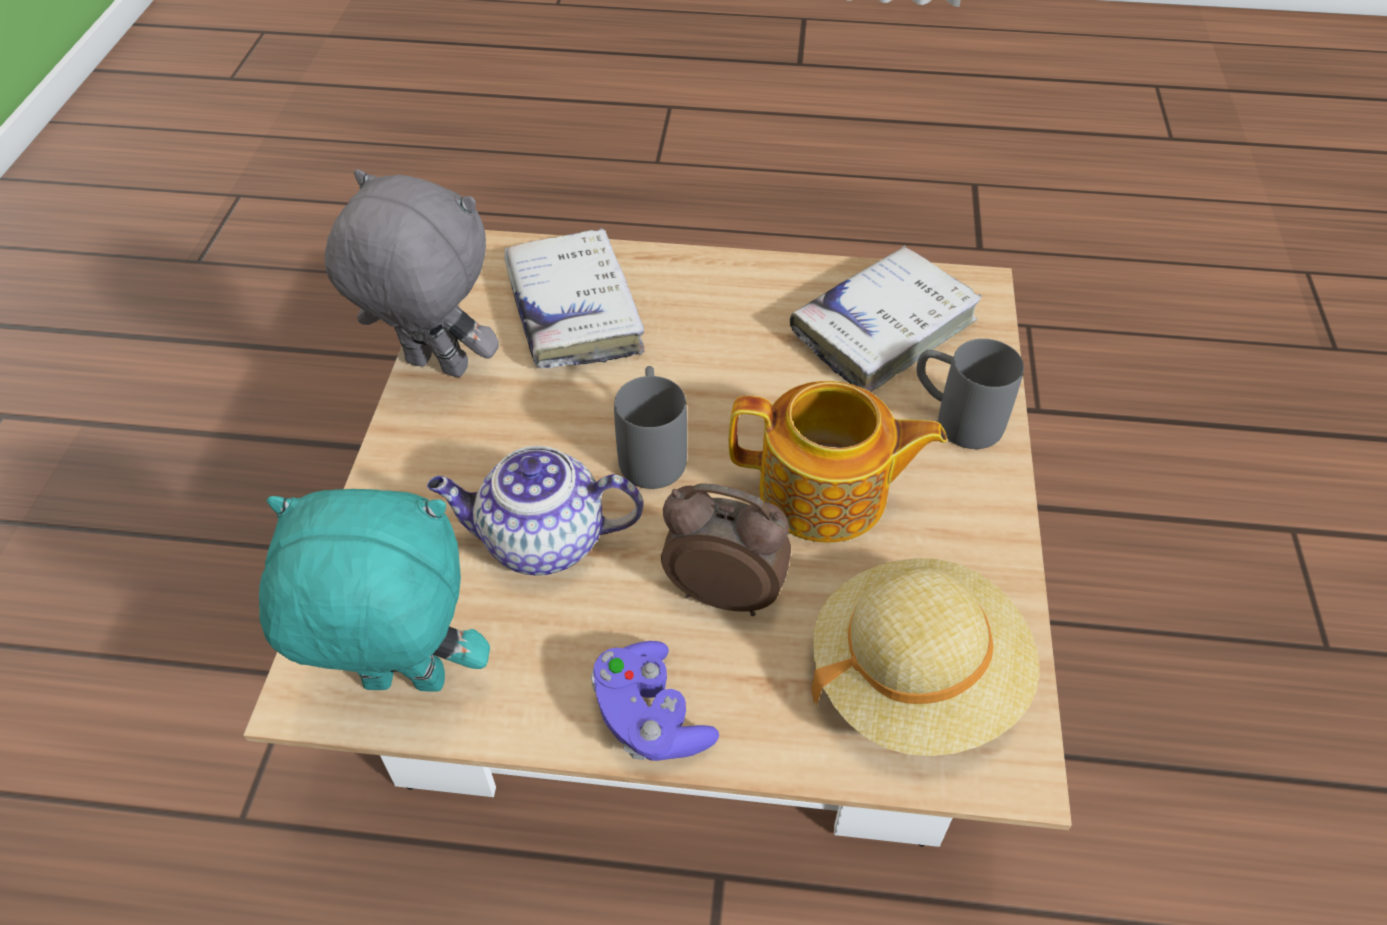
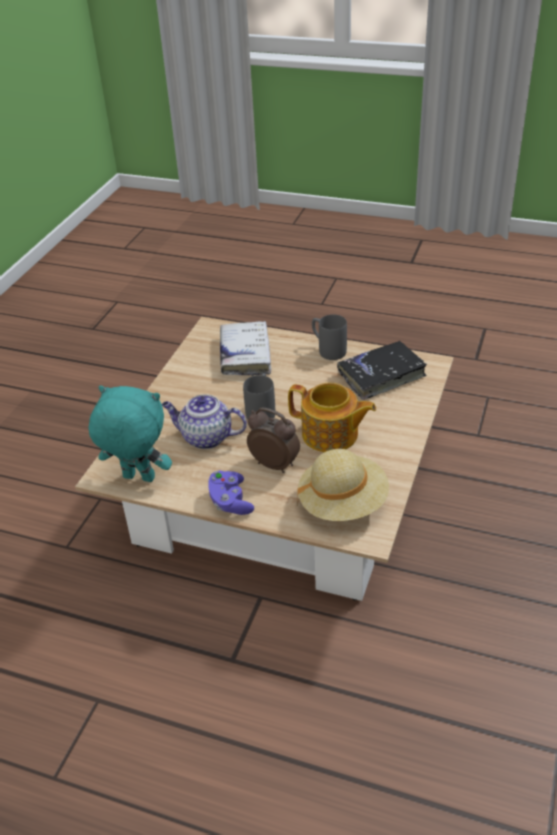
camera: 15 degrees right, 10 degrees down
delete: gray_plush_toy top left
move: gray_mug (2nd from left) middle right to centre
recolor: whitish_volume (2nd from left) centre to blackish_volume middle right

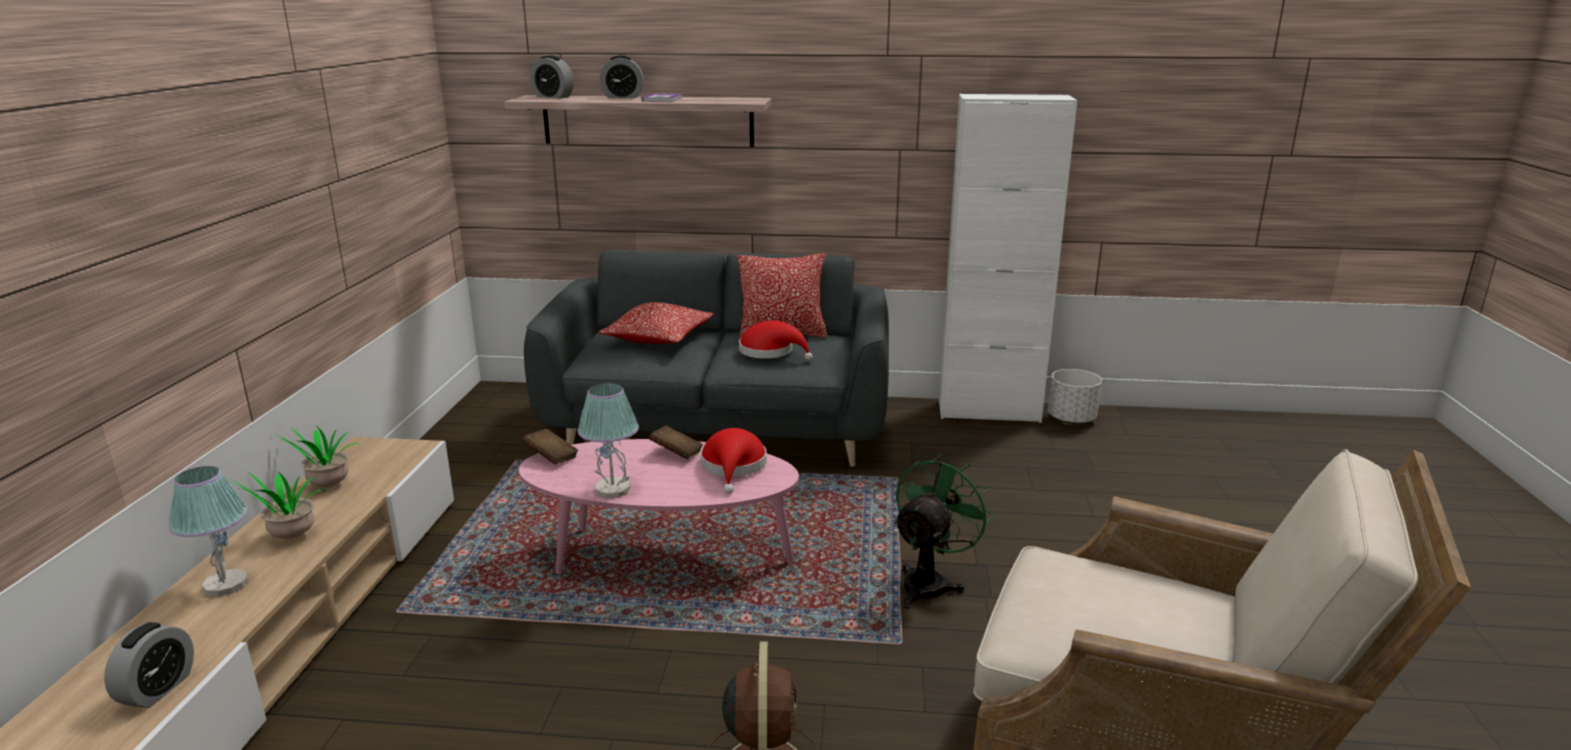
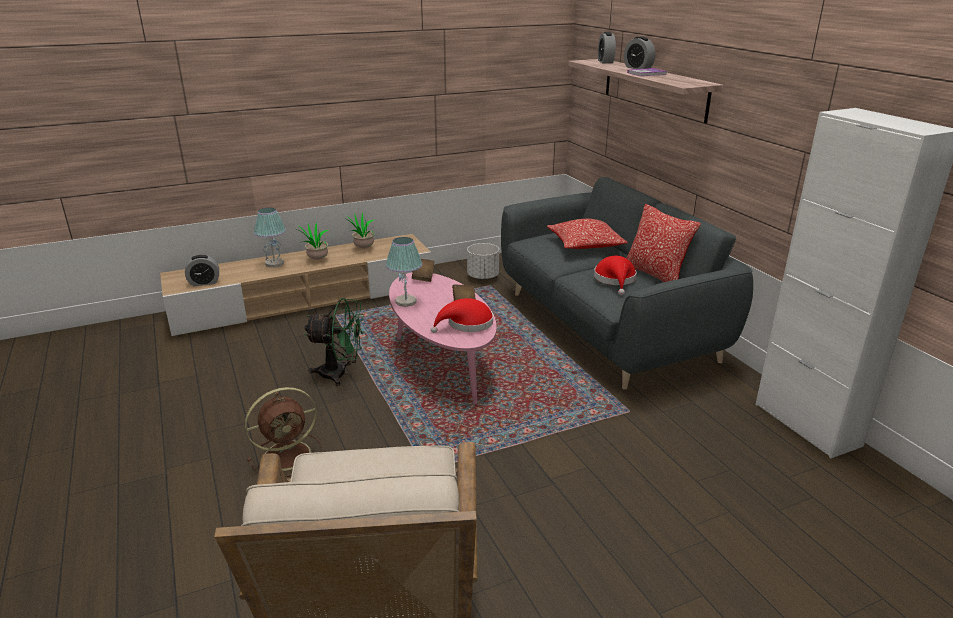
camera: 60 degrees right, 5 degrees up
move: green_cooling_fan bottom centre to centre; whitish_flower_pot middle right to centre

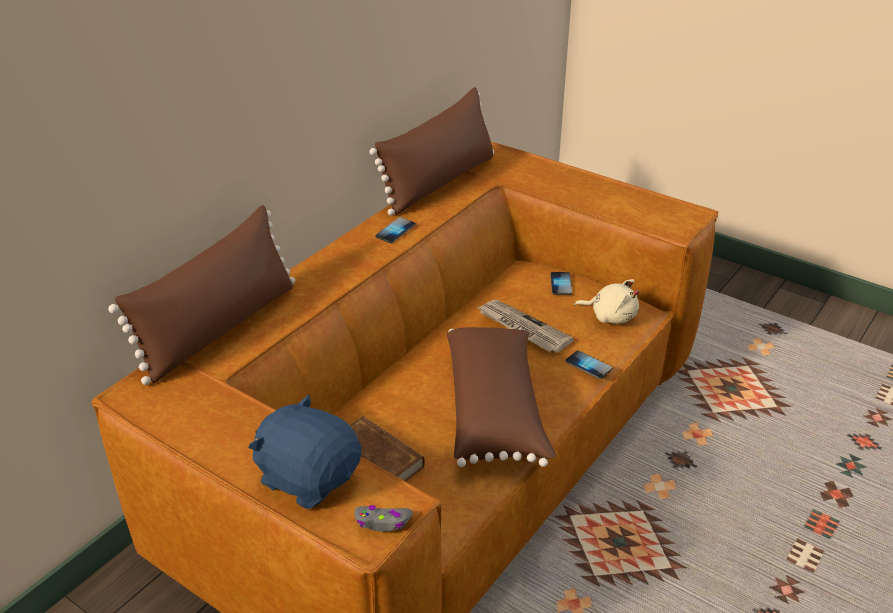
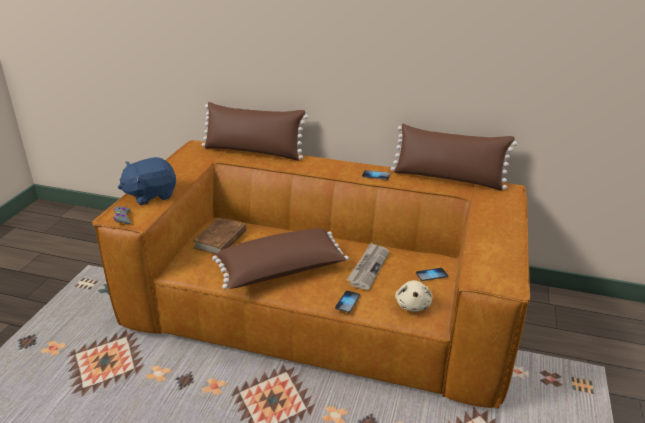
camera: 70 degrees right, 5 degrees down
rotate: blue-coloured_plush_toy bottom centre = middle left 135 degrees counterclockwise

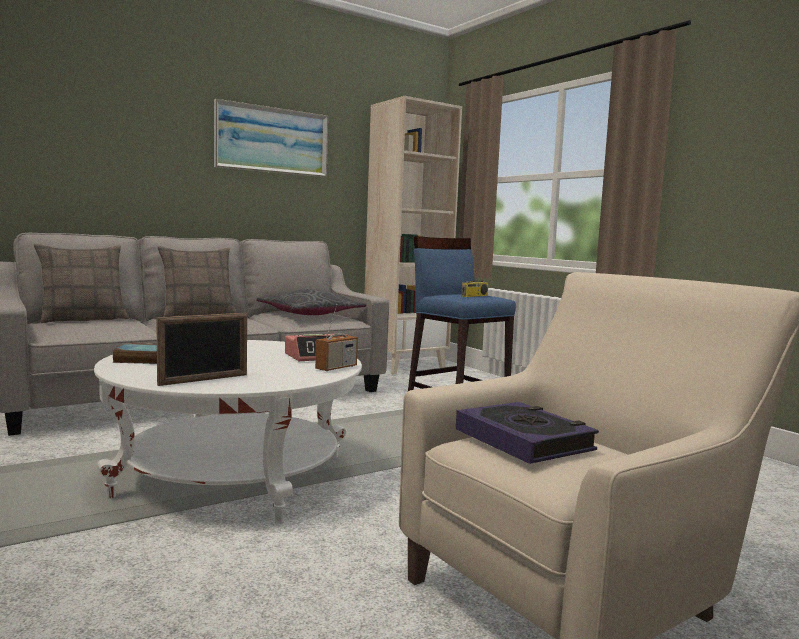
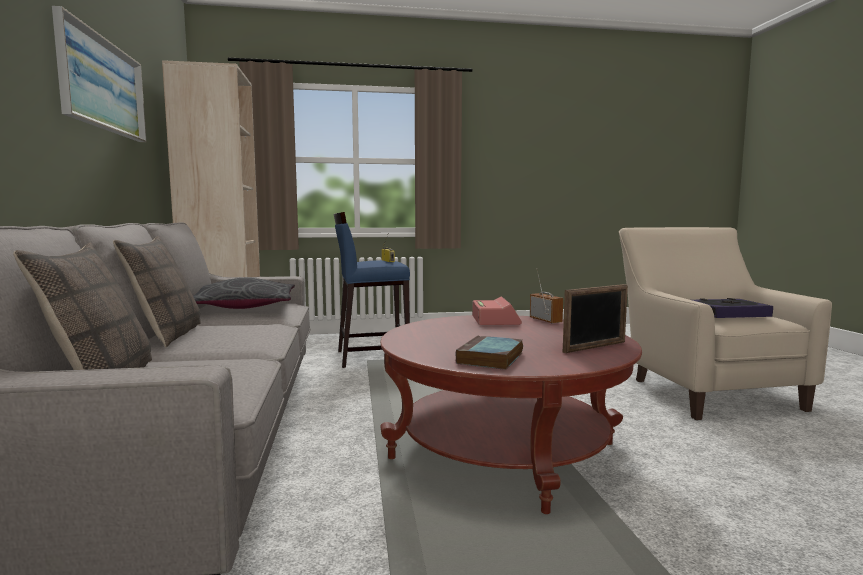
camera: 65 degrees left, 0 degrees up
recolor: whitish_coffee_table bottom left to red_coffee_table bottom centre
rotate: standing_frame middle left = middle right 75 degrees clockwise

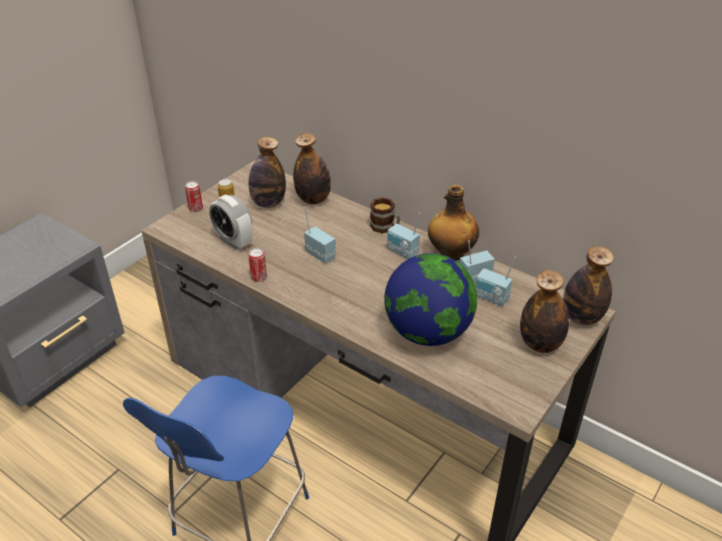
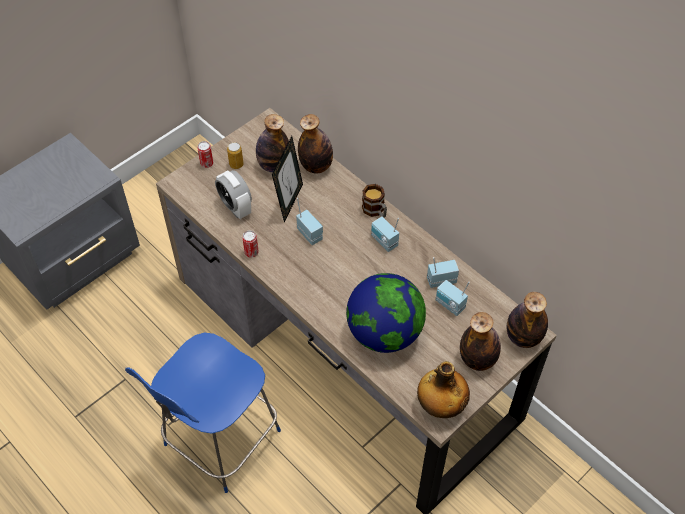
camera: 10 degrees right, 15 degrees up
insert: standing_frame centre
move: beverage_bottle (3rd from left) centre to bottom centre

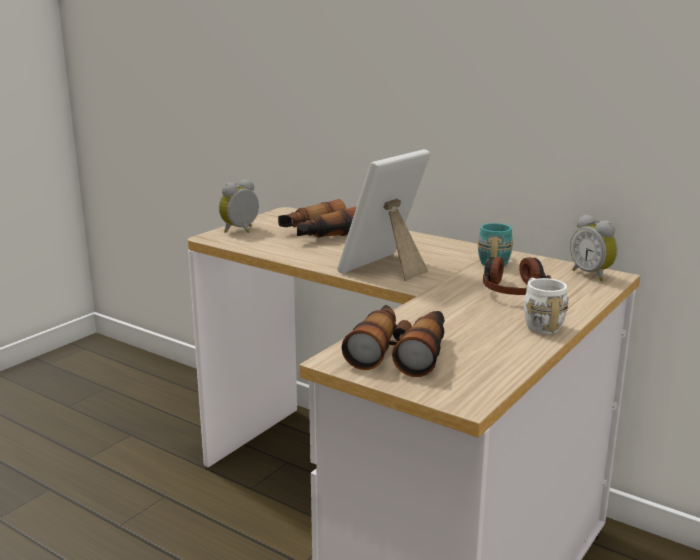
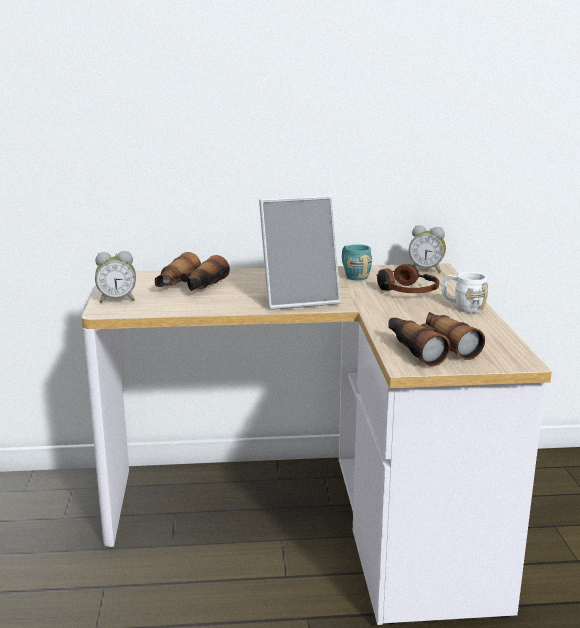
camera: 40 degrees left, 0 degrees up
rotate: alarm_clock (1st from left) centre = middle left 105 degrees counterclockwise; standing_frame centre = centre 105 degrees counterclockwise

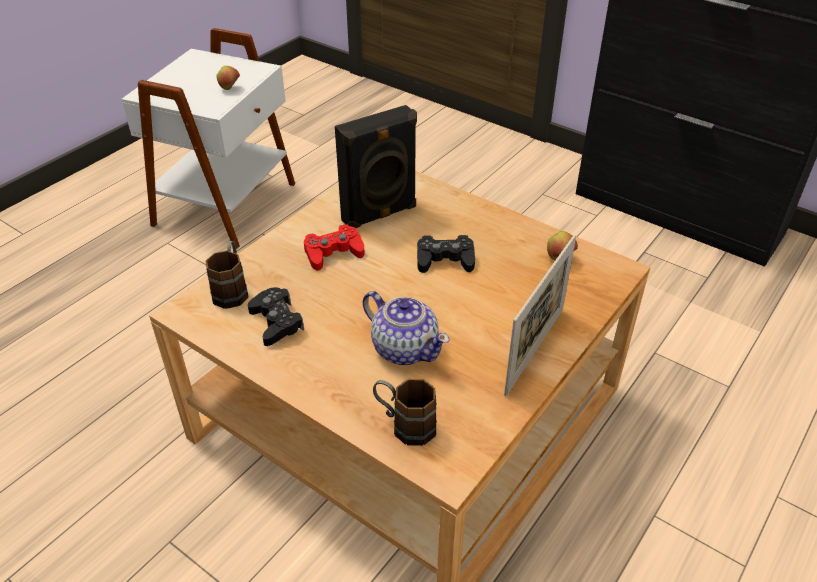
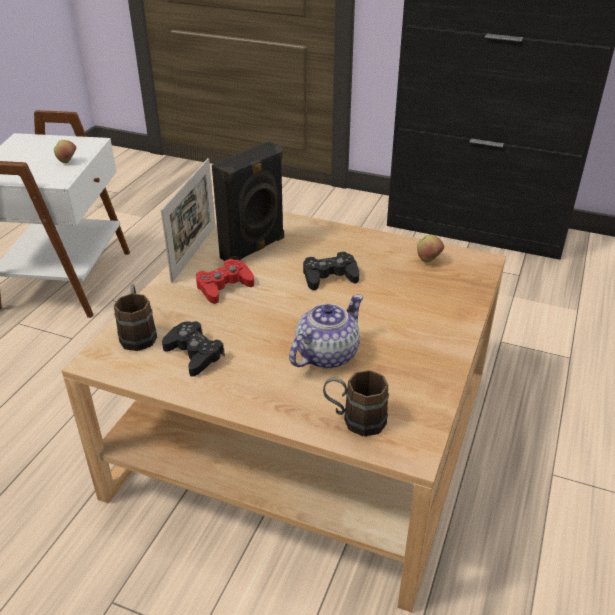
camera: 15 degrees left, 5 degrees down
move: standing_frame centre to middle left
rotate: pot_for_tea centre = centre 75 degrees counterclockwise

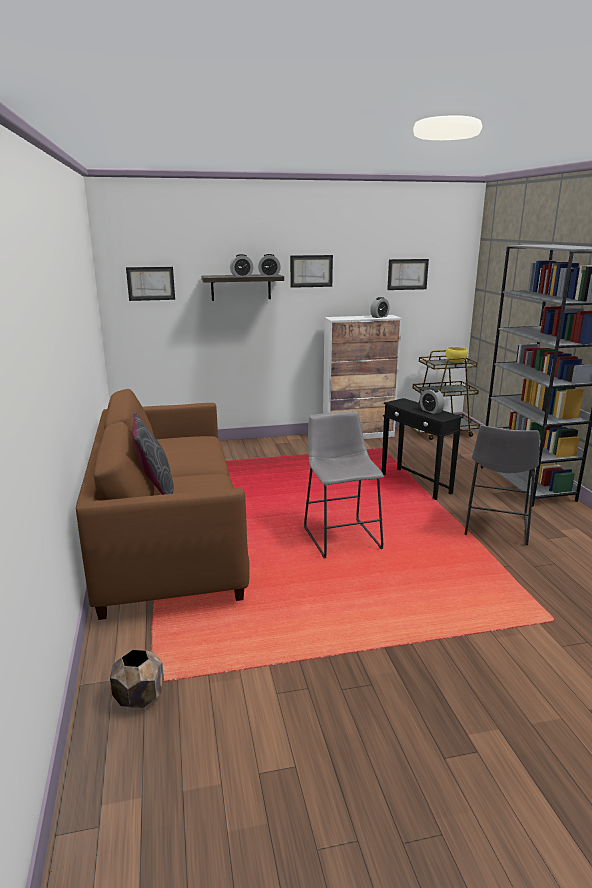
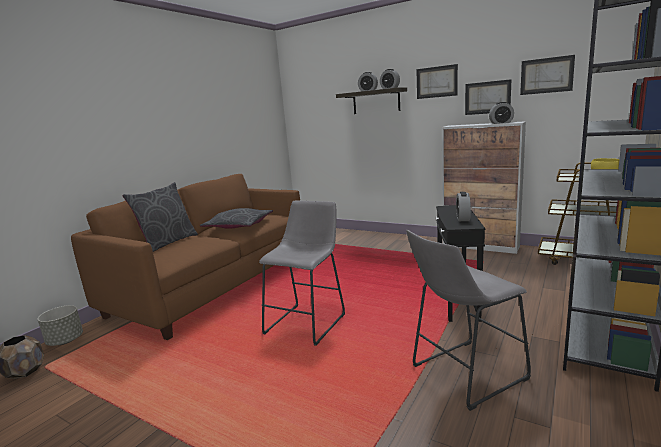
camera: 45 degrees right, 5 degrees down
insert: gray_flower_pot bottom left; gray_cushion (2nd from left) centre
move: picture (1st from left in the first image) top left to picture (2nd from left) top right

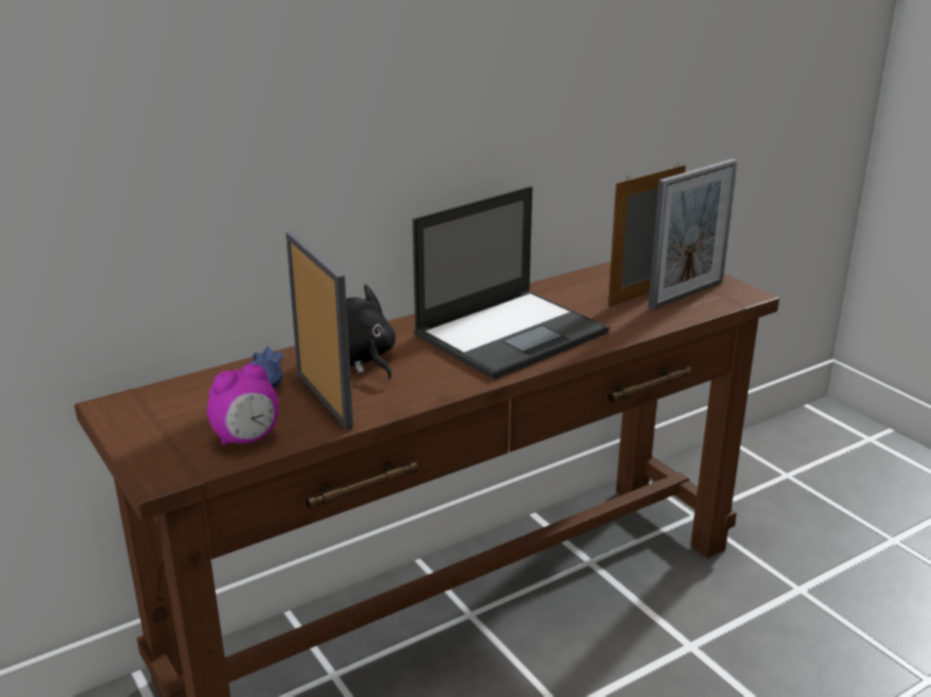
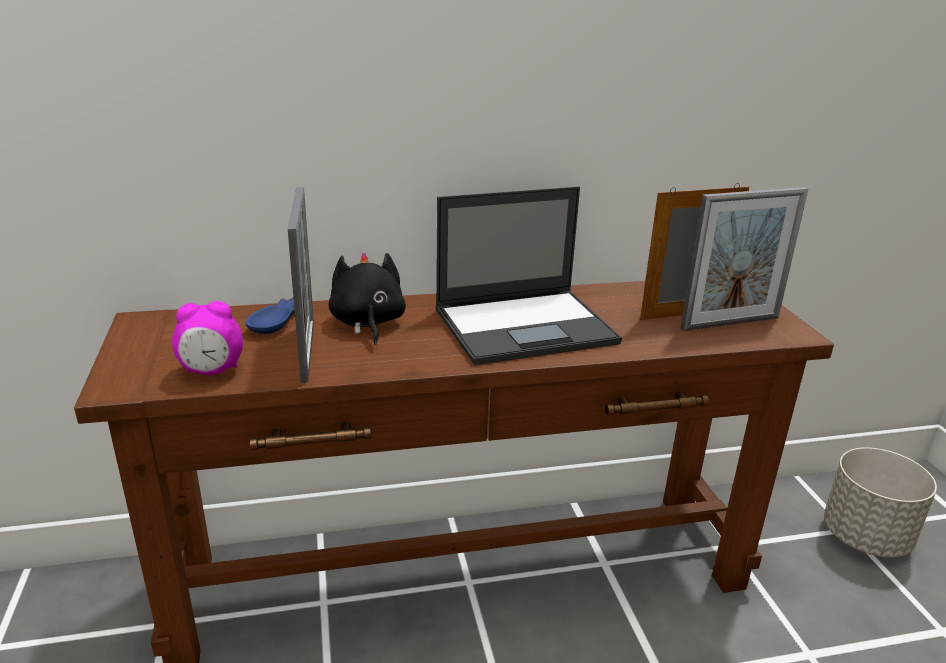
camera: 20 degrees right, 0 degrees up
insert: gray_flower_pot bottom right

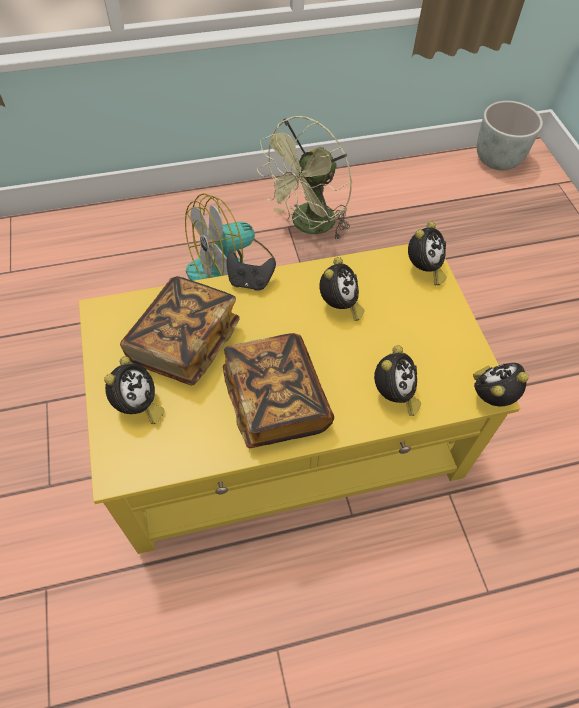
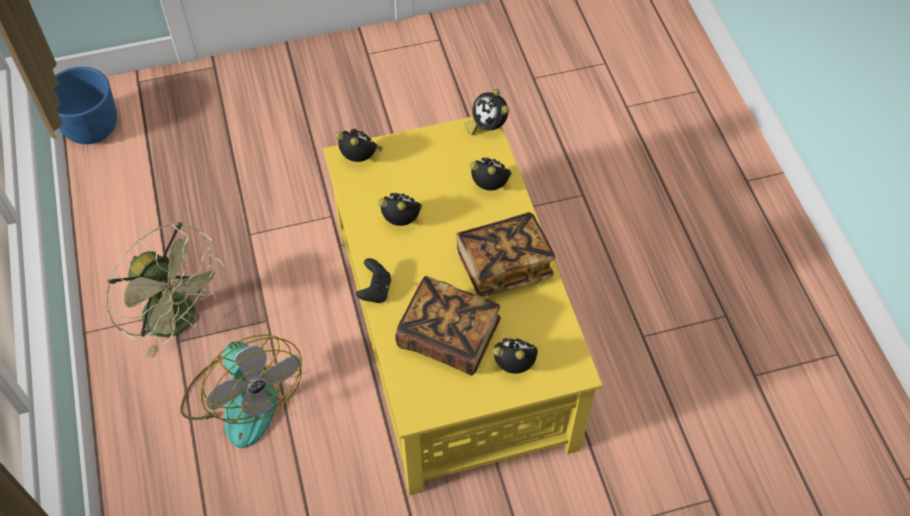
camera: 90 degrees left, 0 degrees up
recolor: gray_flower_pot top right to blue-coloured_flower_pot top left

